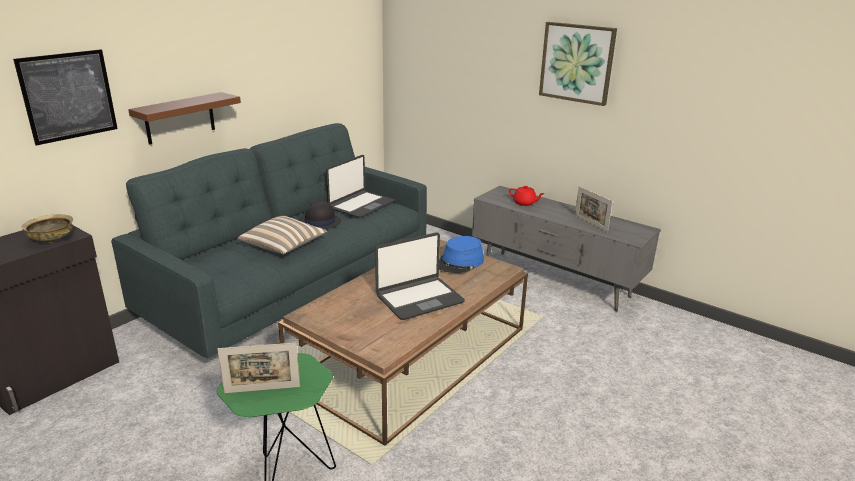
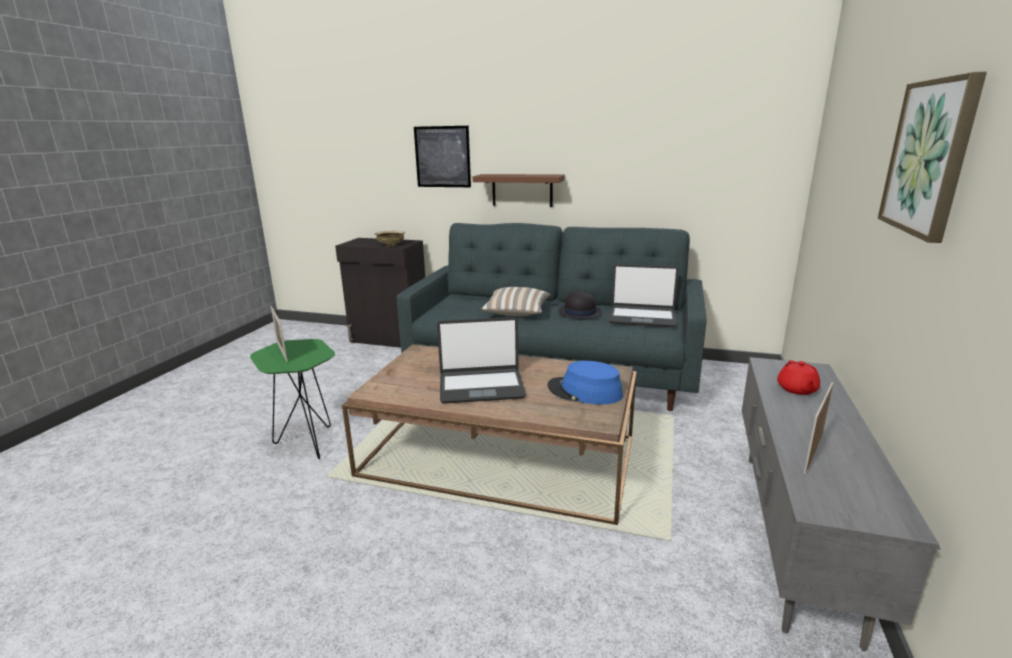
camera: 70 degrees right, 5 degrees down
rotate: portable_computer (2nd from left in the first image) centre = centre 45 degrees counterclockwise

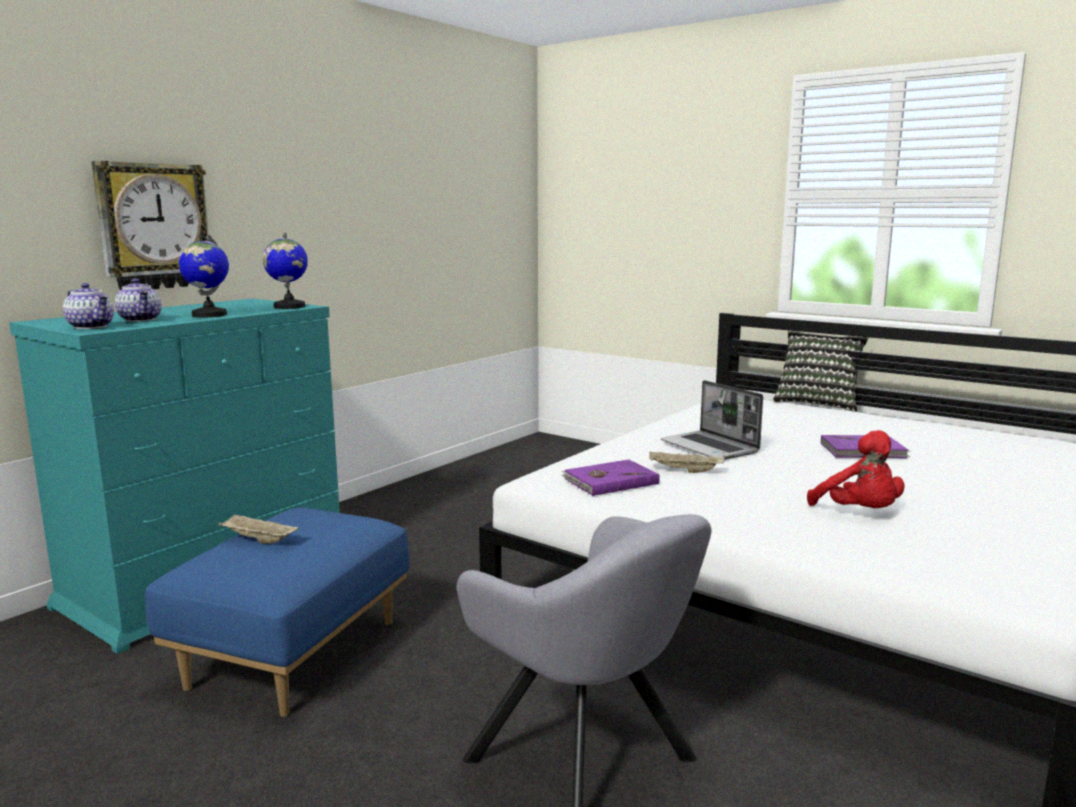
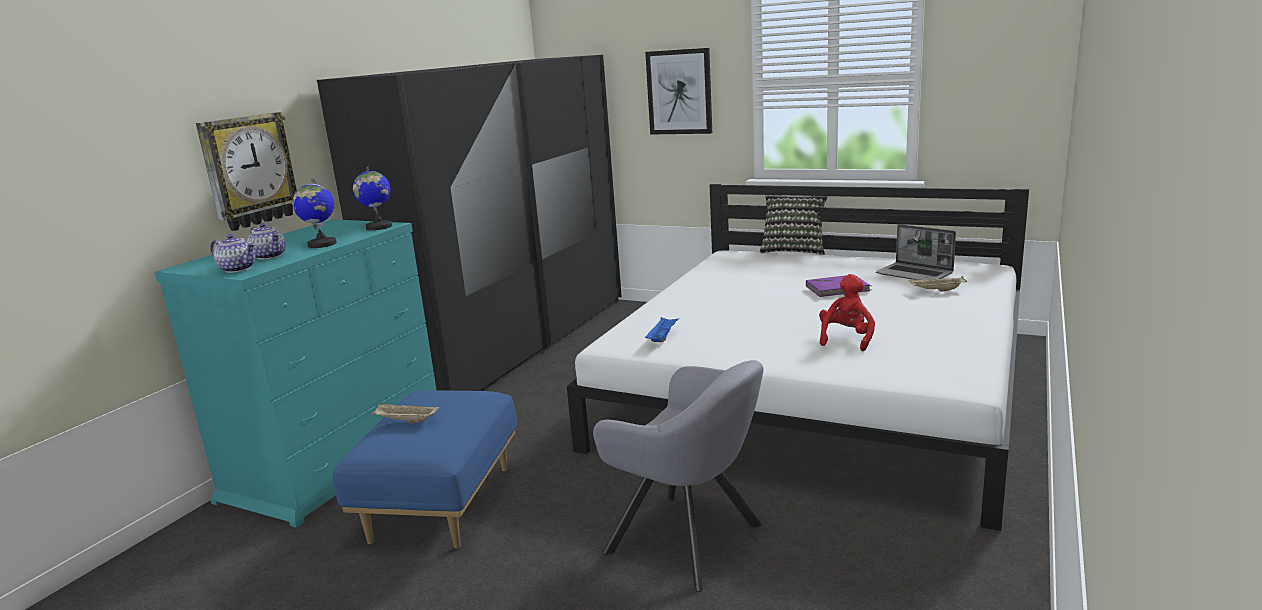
camera: 10 degrees left, 5 degrees up
insert: blackish_armoire centre; picture top centre
move: beige_tray (2nd from left) centre to middle right; portable_computer centre to middle right
replace: purple_volume (1st from left) centre to blue-coloured_tray centre
rotate: red_plush_toy middle right = middle right 120 degrees counterclockwise

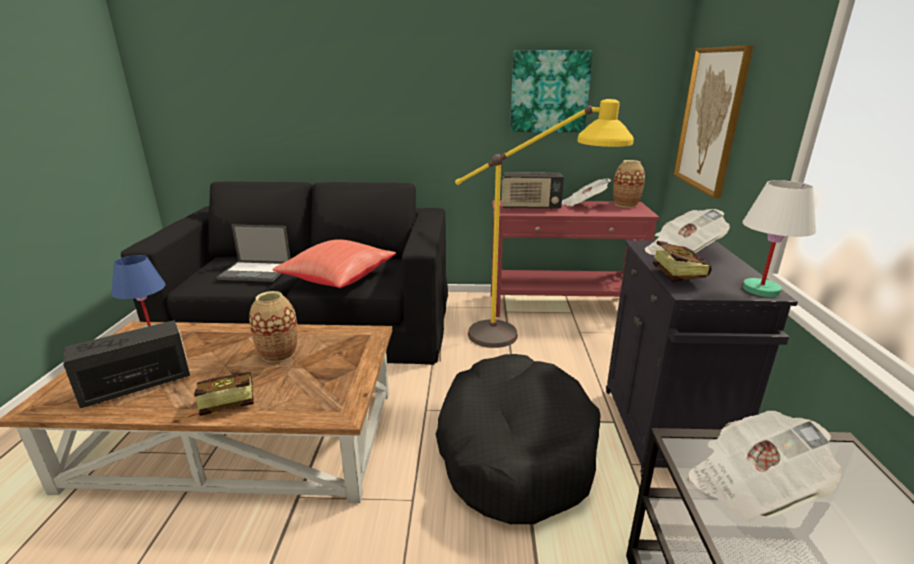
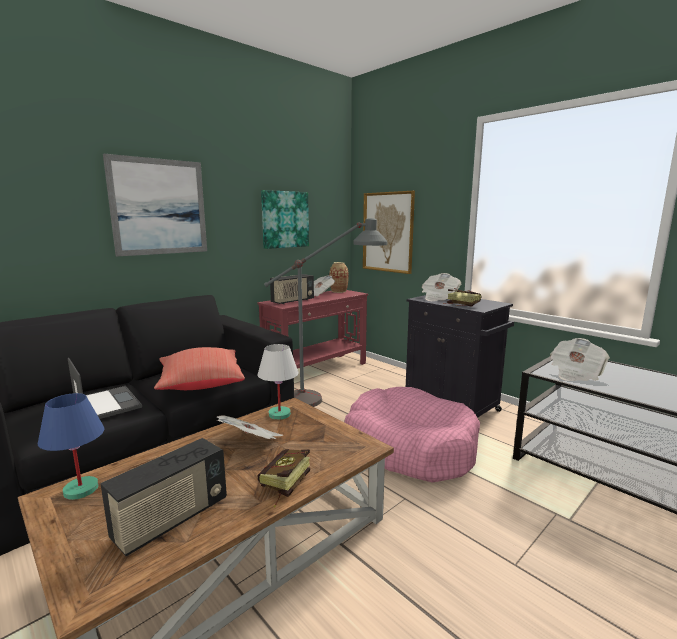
camera: 45 degrees left, 10 degrees down
insert: picture (1st from left) top left
move: whitish_lamp_for_a_table middle right to centre
replace: vase (1st from left) middle left to newspaper (1st from left) bottom centre
recolor: blackish_pet_bed bottom centre to pink_pet_bed bottom centre; yellow-coloured_standing_lamp centre to gray_standing_lamp centre
rotate: radio_receiver (1st from left) middle left = bottom left 150 degrees counterclockwise; portable_computer middle left = middle left 90 degrees counterclockwise

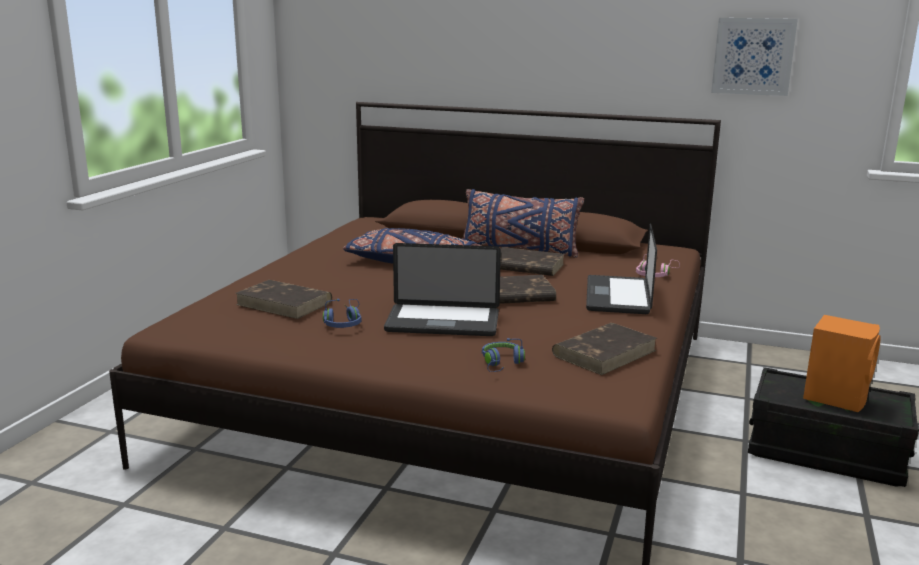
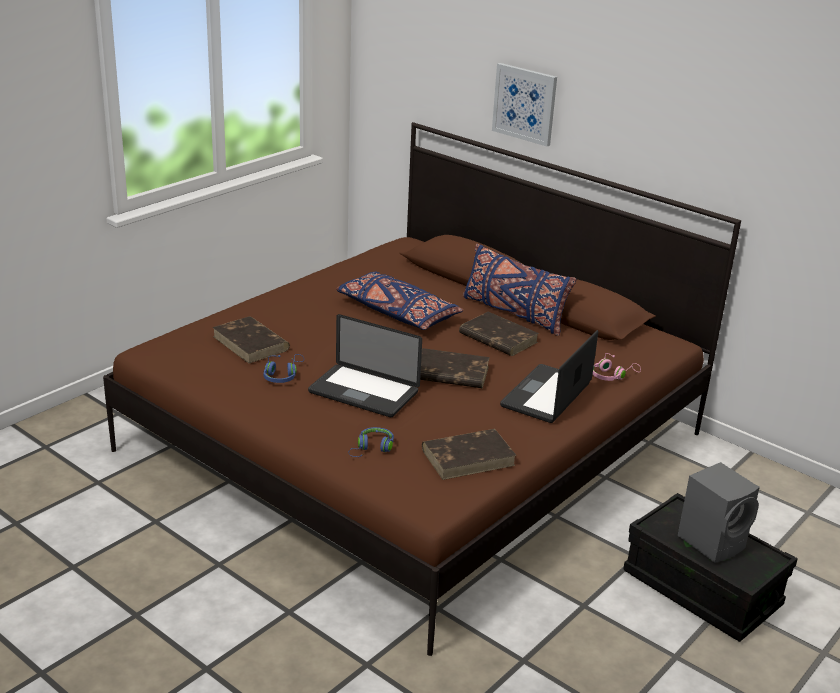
camera: 20 degrees right, 10 degrees up
move: picture top right to top centre
recolor: orange_loudspeaker middle right to gray_loudspeaker bottom right

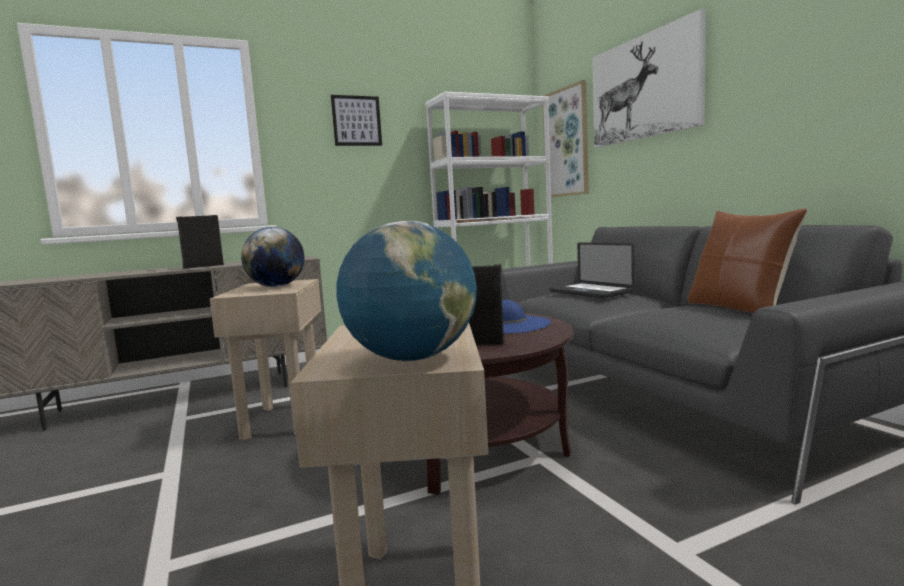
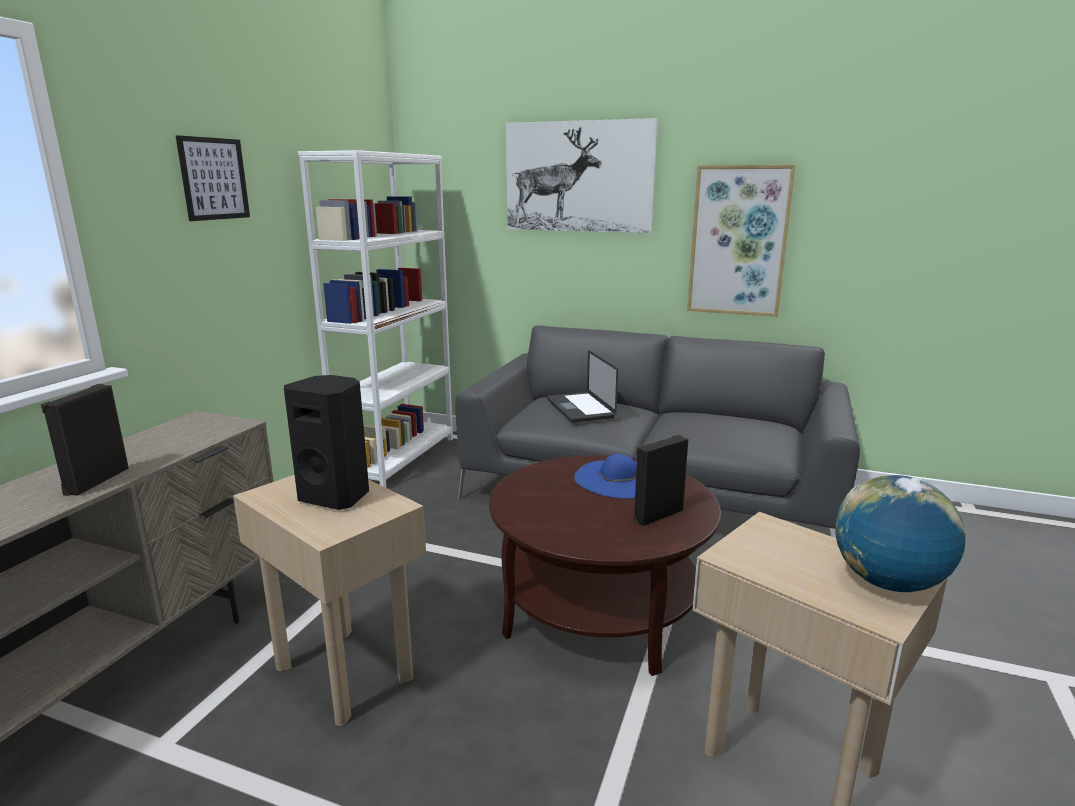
camera: 45 degrees left, 10 degrees up
delete: brown_cushion middle right
move: picture (2nd from left in the first image) top centre to picture (3rd from left) top right
replace: world_globe (1st from left) middle left to blackish_loudspeaker (2nd from left) middle left
rotate: portable_computer centre = centre 60 degrees clockwise

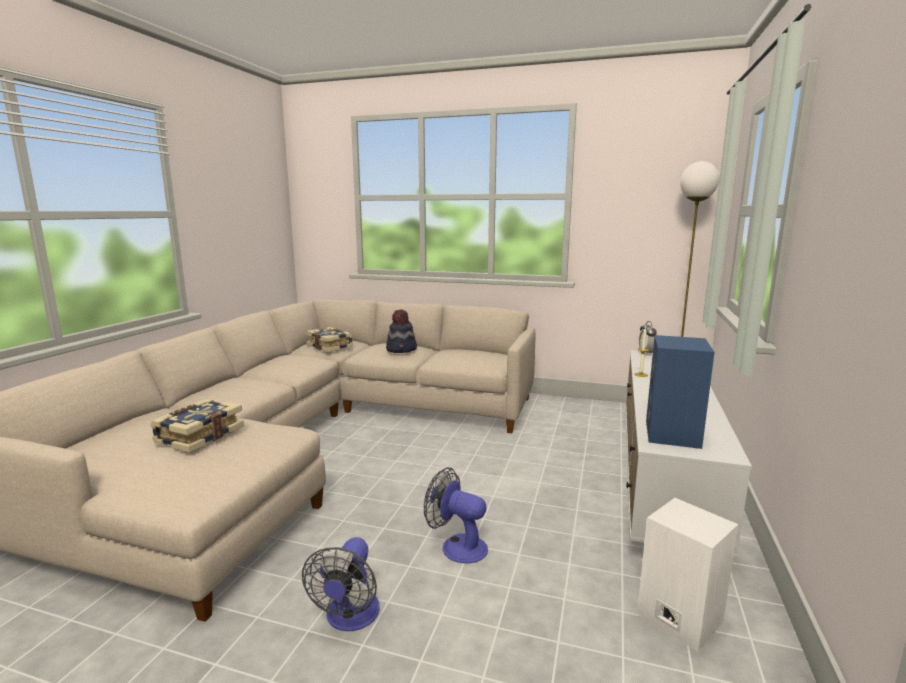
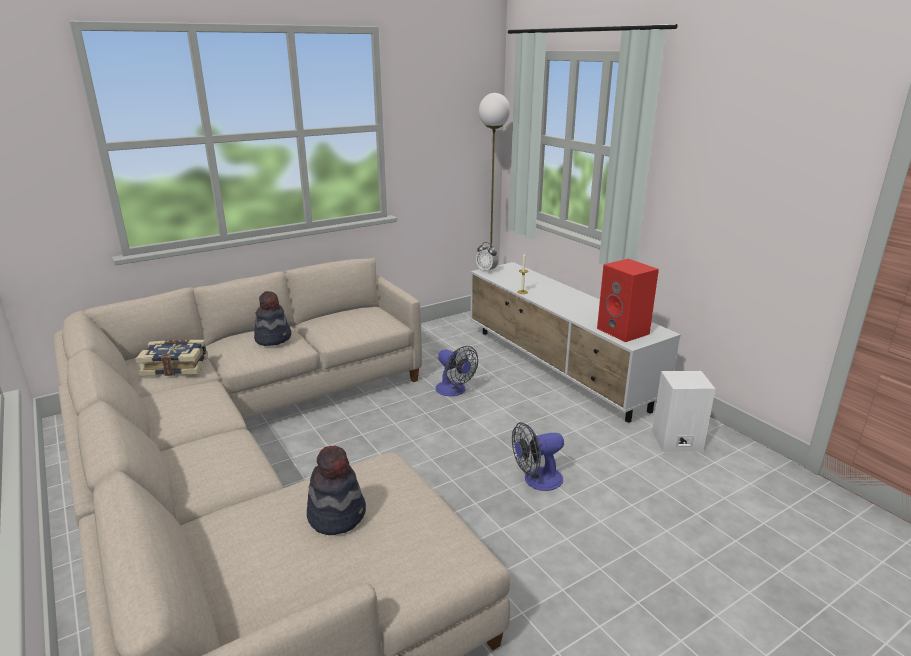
camera: 50 degrees left, 10 degrees up
move: cooling_fan (1st from left) bottom centre to centre
replace: volume (1st from left) middle left to clothing_hat (2nd from left) bottom centre
recolor: blue-coloured_loudspeaker middle right to red_loudspeaker middle right

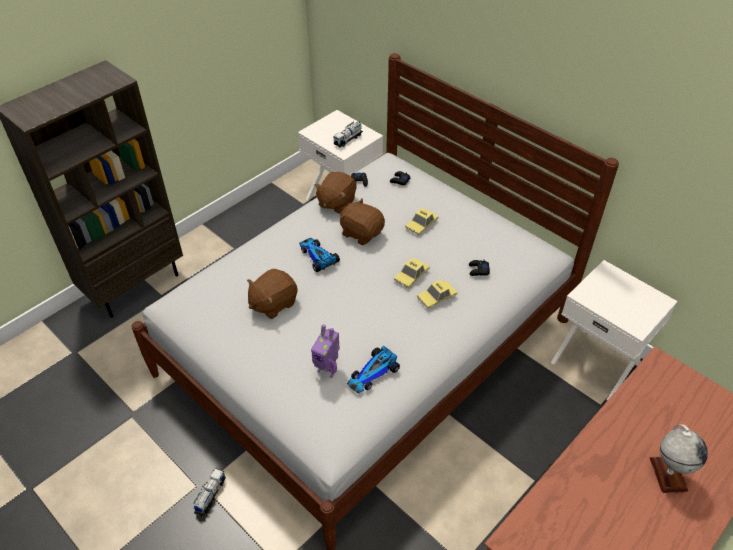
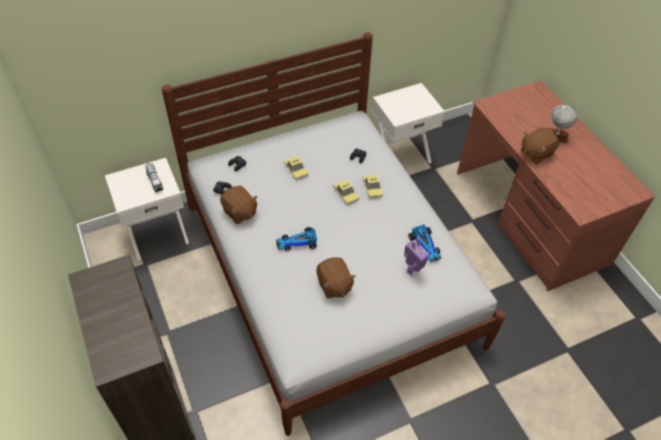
camera: 70 degrees left, 5 degrees up
delete: toy_lorry (1st from left) bottom left
move: brown_plush_toy (3rd from left) centre to top right

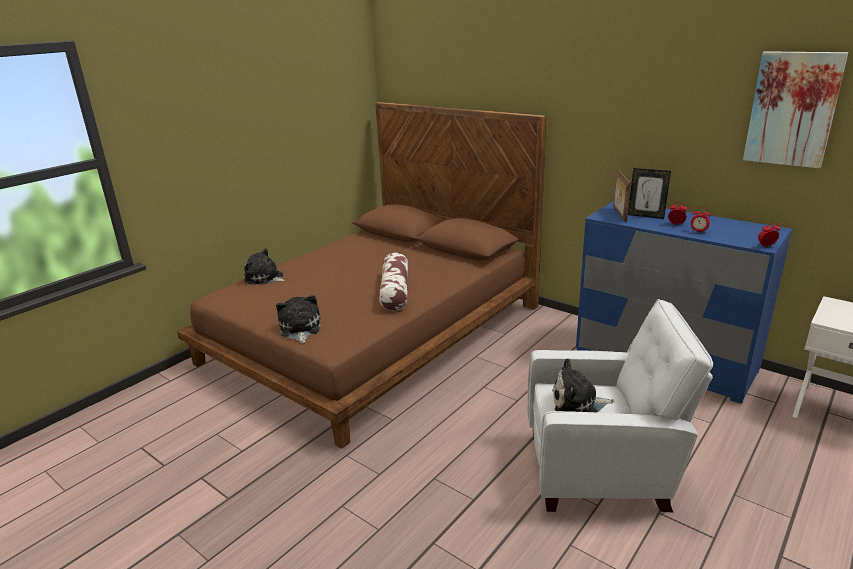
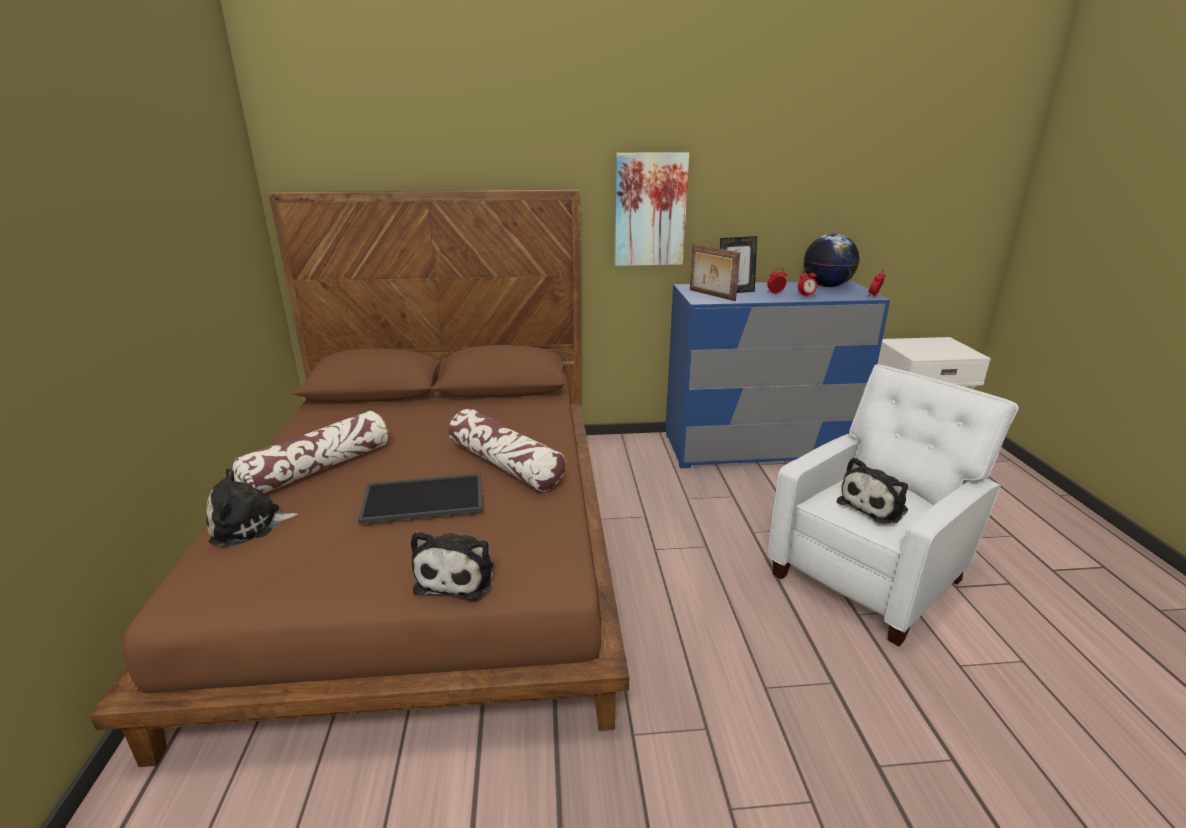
camera: 45 degrees left, 0 degrees up
insert: cushion (1st from left) middle left; tray centre; world_globe top right
move: picture top right to top centre
rotate: plush_toy (2nd from left) centre = bottom centre 120 degrees counterclockwise

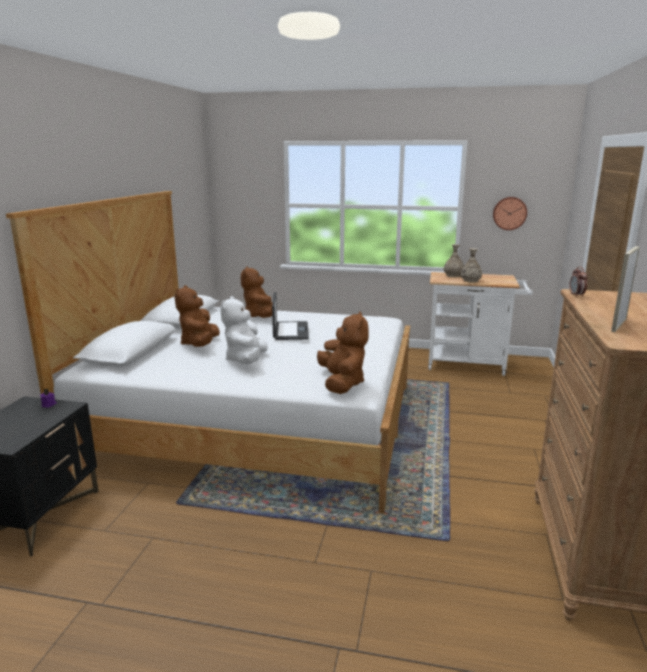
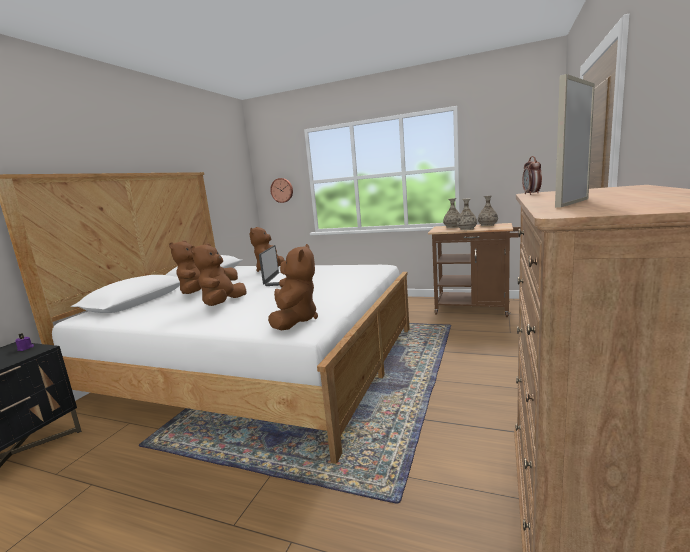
camera: 10 degrees right, 5 degrees down
insert: vase (3rd from left) middle right
move: clock_on_the_wall top right to centre
recolor: whitish_plush_toy centre to brown_plush_toy (2nd from left) middle left; whitish_trolley middle right to brown_trolley middle right

